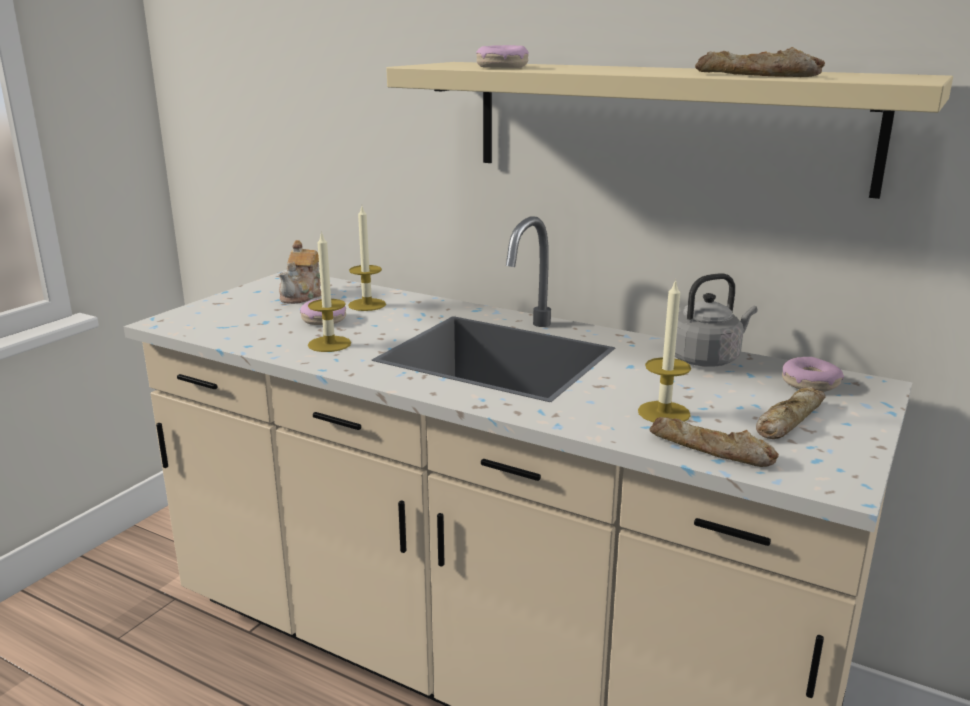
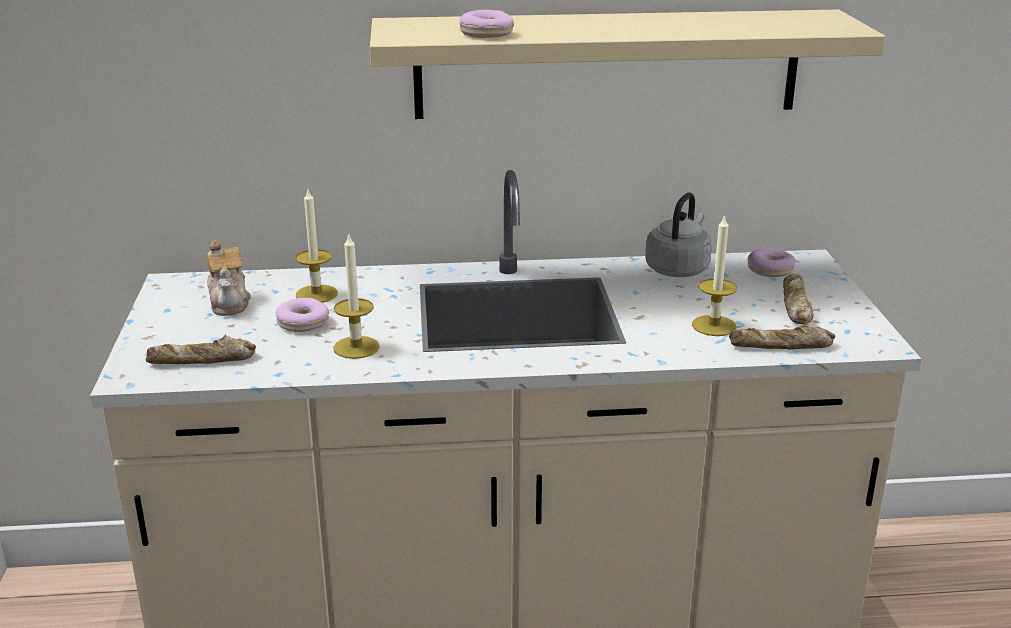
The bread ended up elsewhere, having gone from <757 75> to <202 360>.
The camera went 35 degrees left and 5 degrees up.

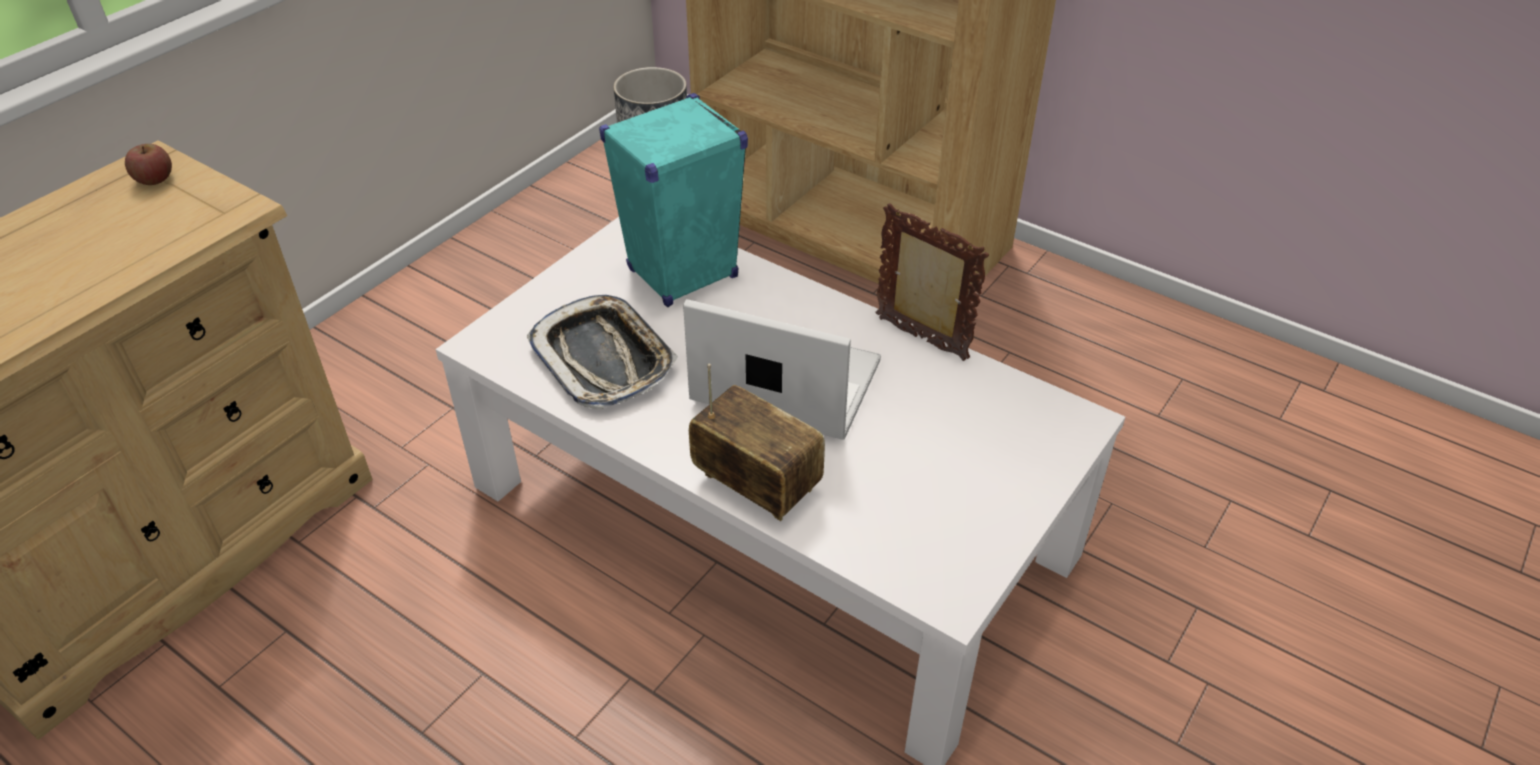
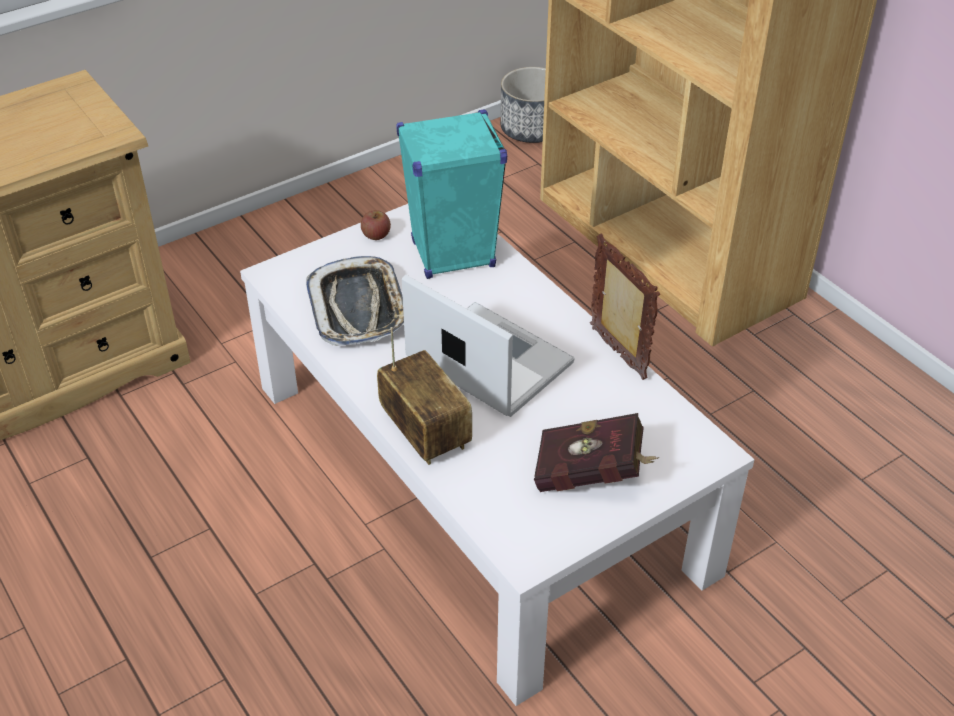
The apple ended up elsewhere, having gone from <155 179> to <376 235>.
The second view gained the red-coloured volume at <592 475>.
The camera went 20 degrees right and 0 degrees up.

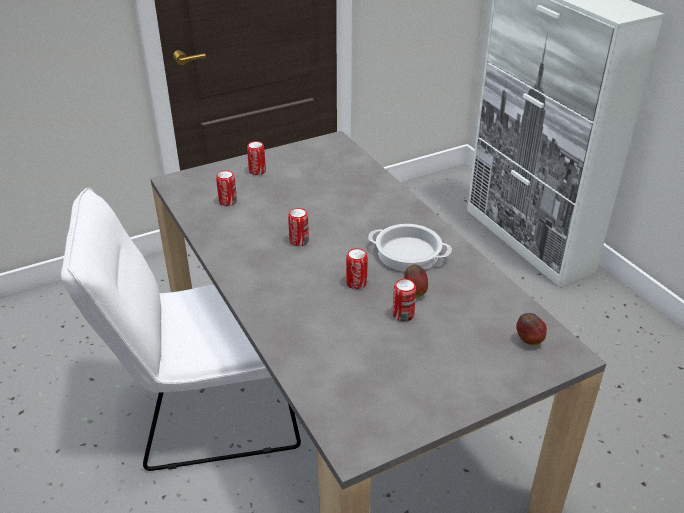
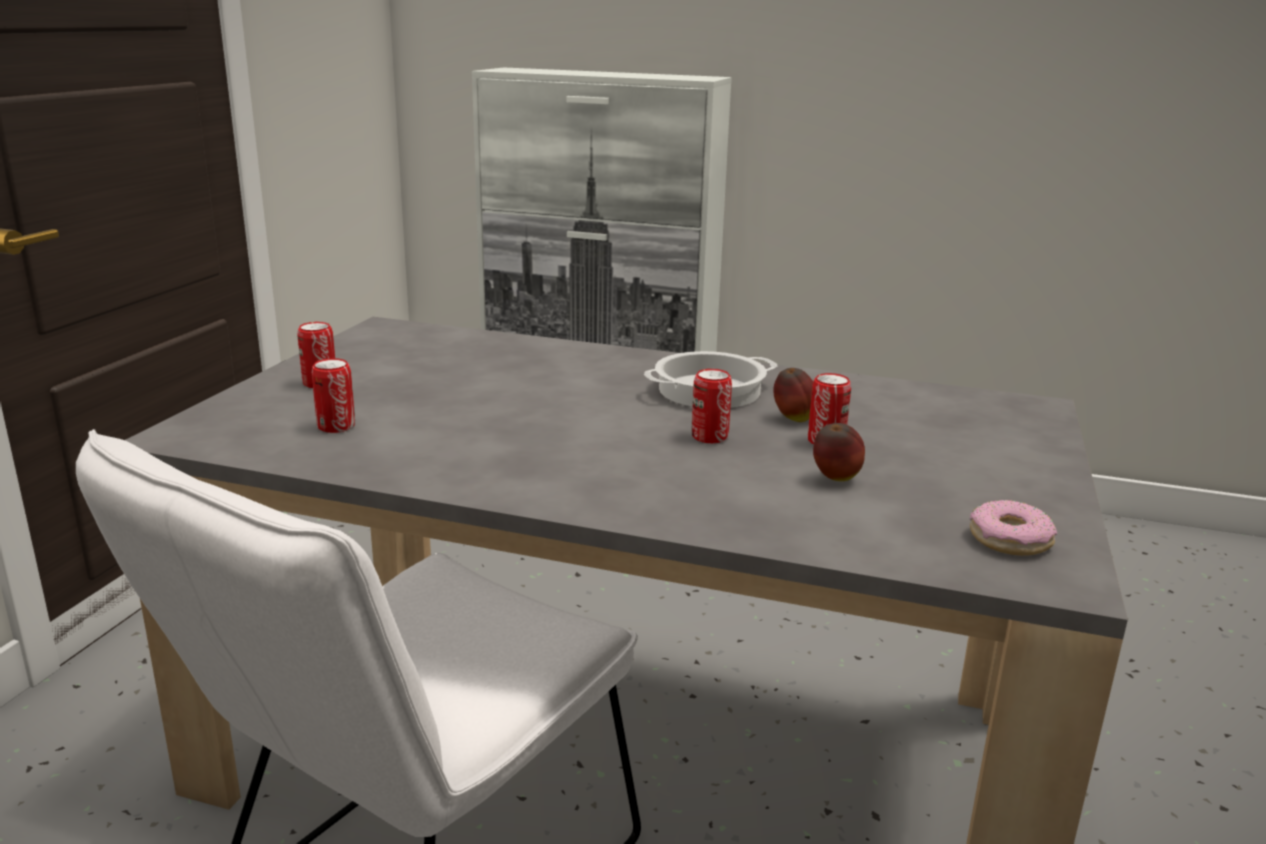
The apple ended up elsewhere, having gone from <529 341> to <835 480>.
The second view gained the donut at <1010 540>.
The second view lost the sealed can at <299 241>.
The camera went 45 degrees left and 15 degrees down.

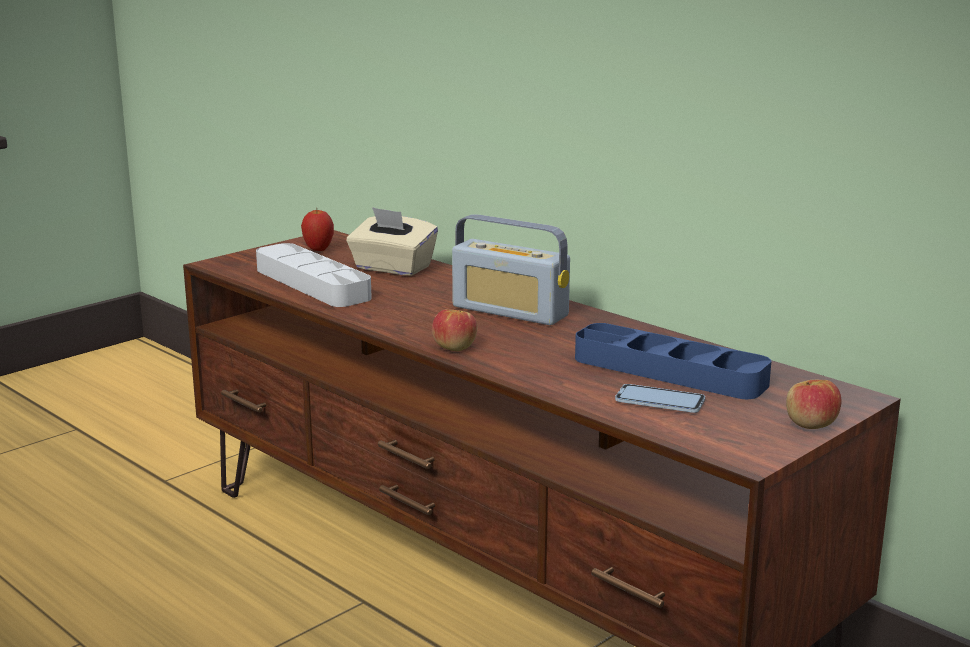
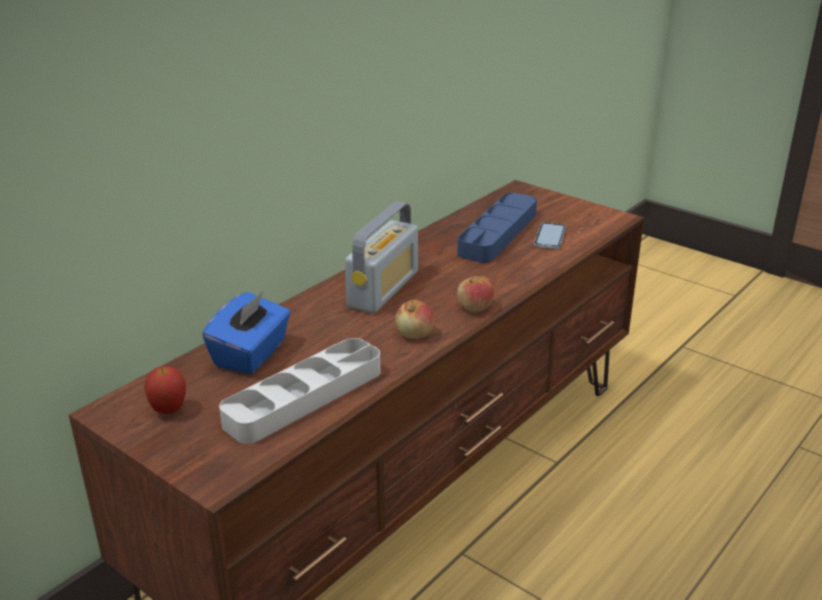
What was the beige tissue box at <392 268> turned into the blue-coloured tissue box at <251 354>.
The apple ended up elsewhere, having gone from <810 424> to <414 334>.
The camera went 95 degrees left and 10 degrees up.

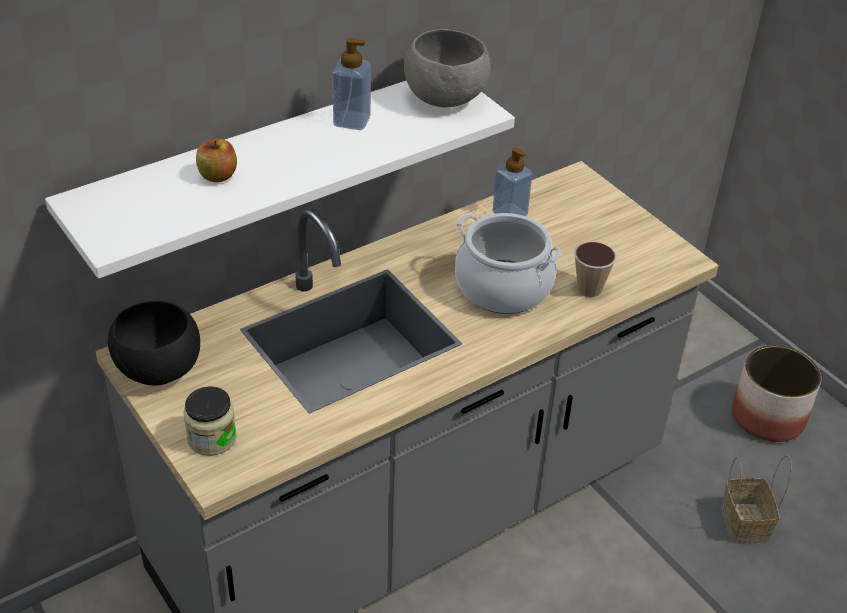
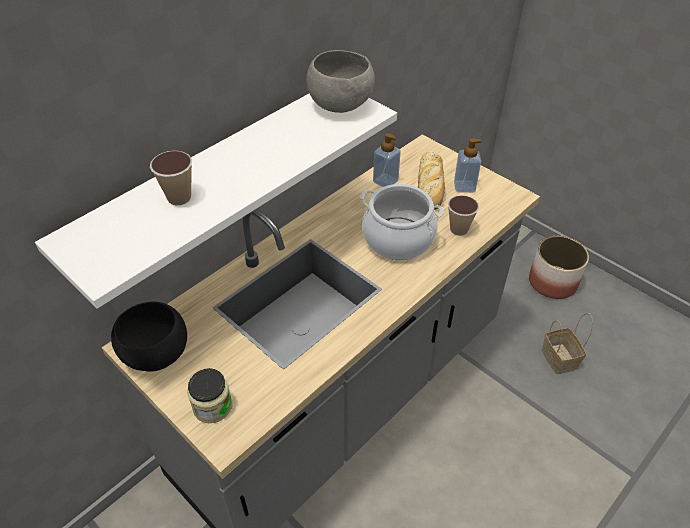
Where the apple stood at <218 176>, the drinking cup came to stand at <179 197>.
The second view gained the bread at <430 186>.
The liquid soap bottle ended up elsewhere, having gone from <352 121> to <464 186>.
The camera went 10 degrees left and 5 degrees up.

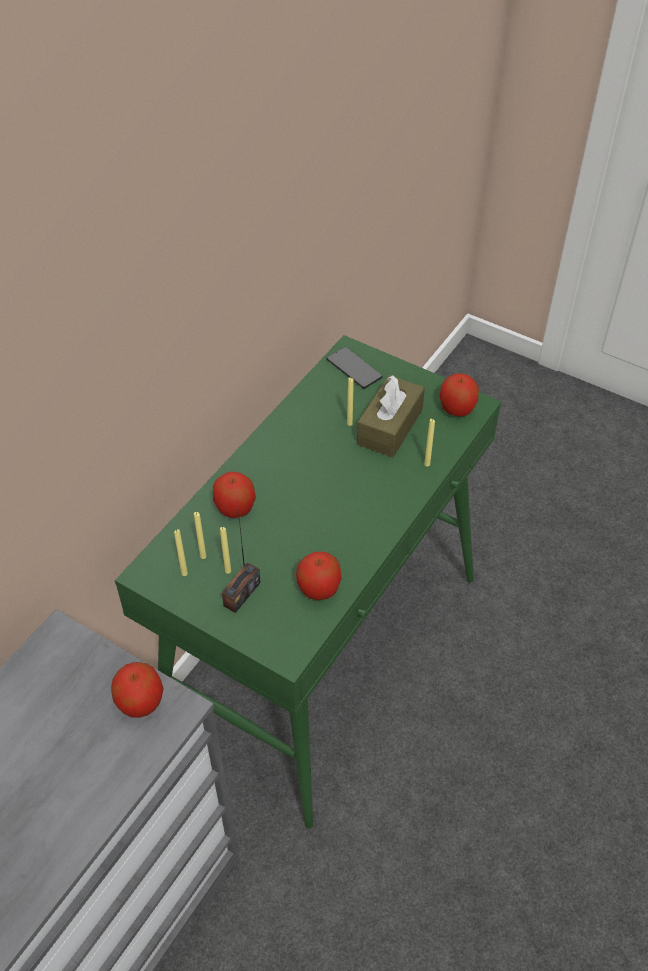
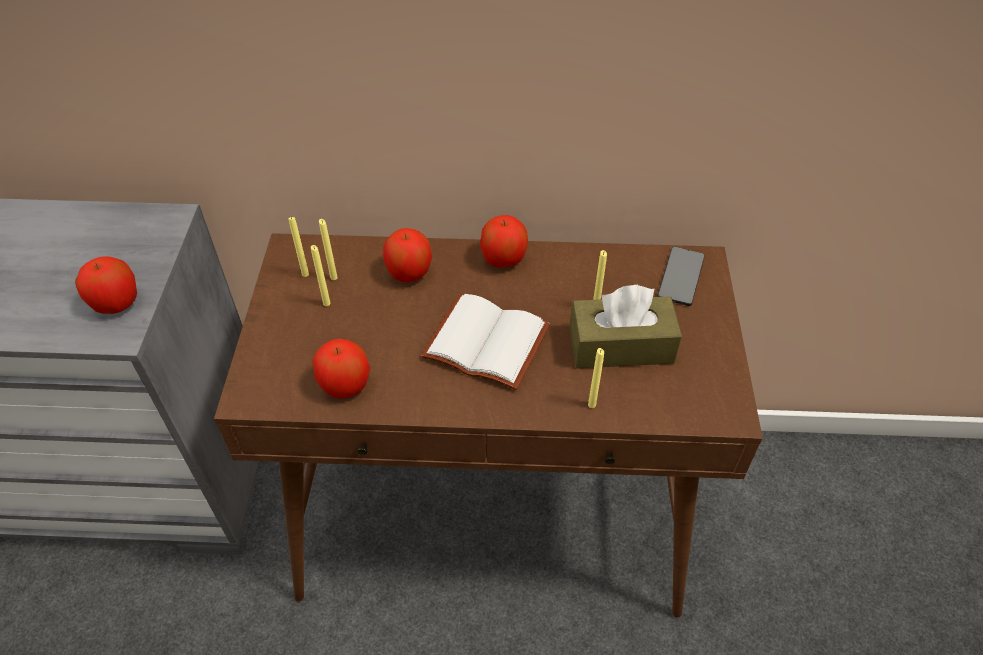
What was the greenish narrow table at <323 650> turned into the brownish narrow table at <493 513>.
The second view gained the white-coloured volume at <483 344>.
The apple ended up elsewhere, having gone from <457 409> to <503 259>.
The second view lost the radio receiver at <241 594>.
The camera went 60 degrees right and 0 degrees up.

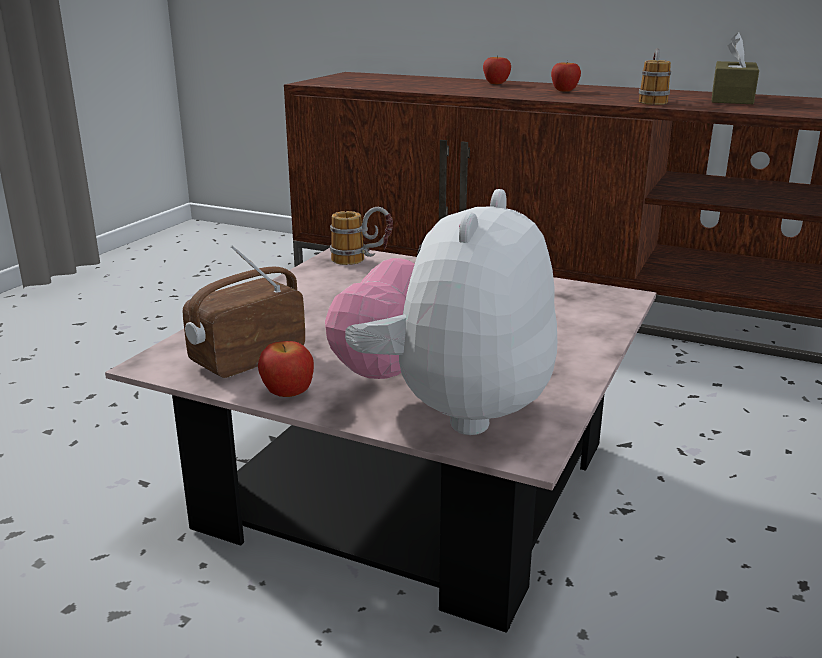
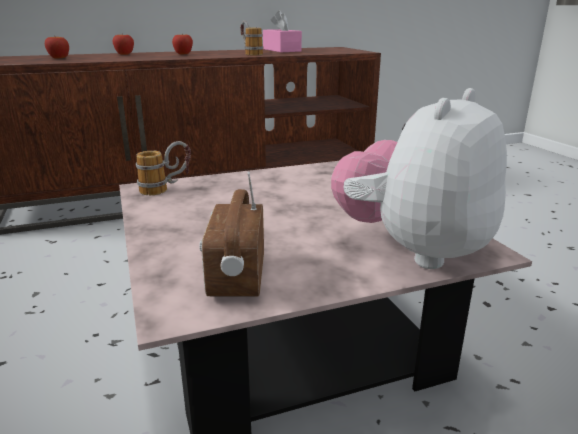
The apple ended up elsewhere, having gone from <287 392> to <59 58>.
What was the brownish tissue box at <732 98> turned into the pinkish tissue box at <281 50>.
The plush toy at <447 409> ended up facing another way, 60 degrees clockwise from before.
The camera went 45 degrees left and 0 degrees up.

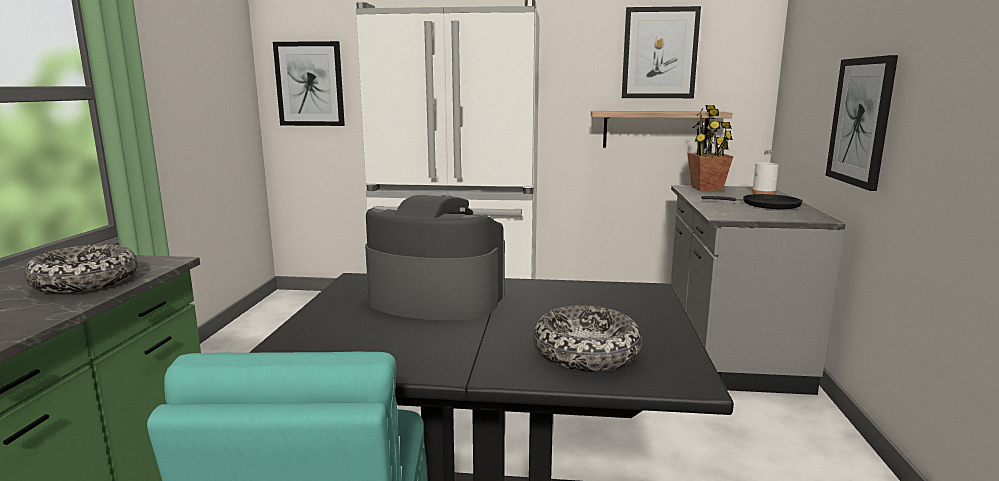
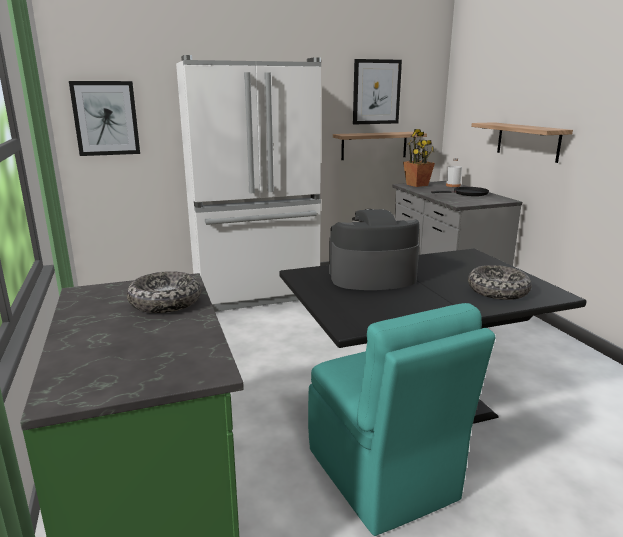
Where the wall art hung at <861 121>, the shelf came to hang at <527 141>.
The camera went 25 degrees left and 5 degrees up.

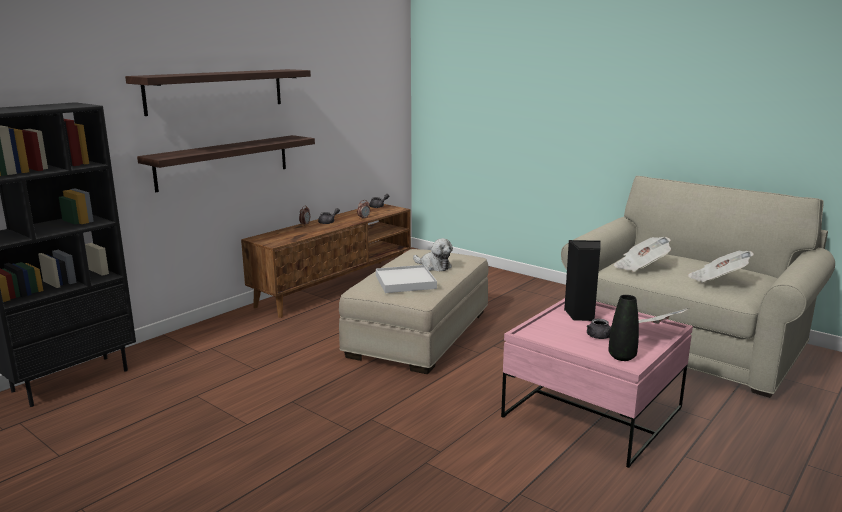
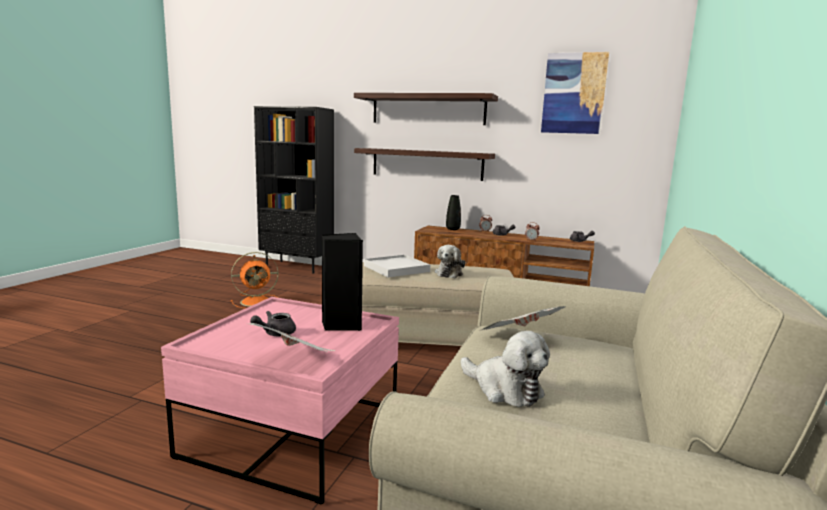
The second view gained the orangey cooling fan at <257 301>.
The black flower vase ended up elsewhere, having gone from <622 357> to <453 229>.
Where the newspaper stood at <717 280>, the plush toy came to stand at <504 389>.
The second view gained the wall art at <574 93>.
The camera went 70 degrees right and 5 degrees down.

